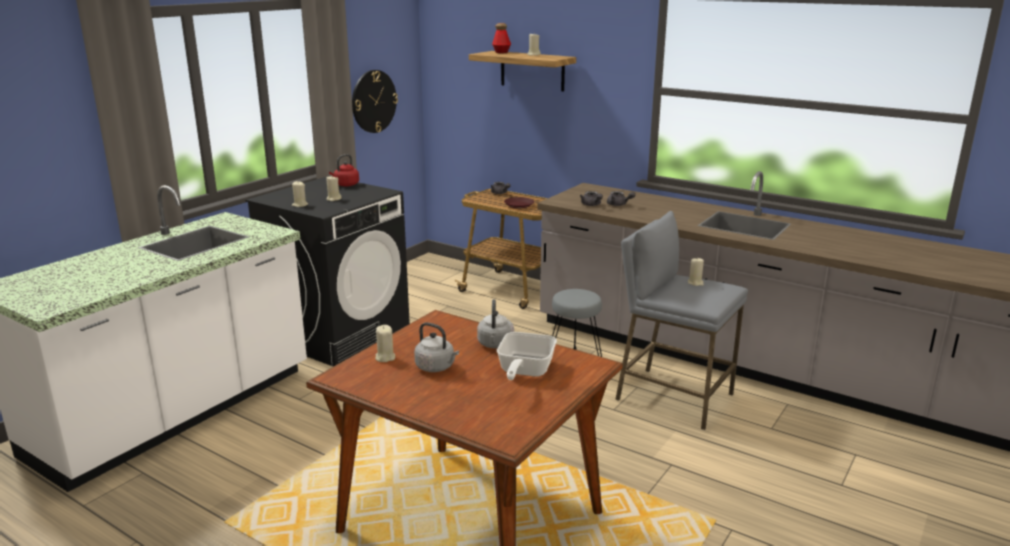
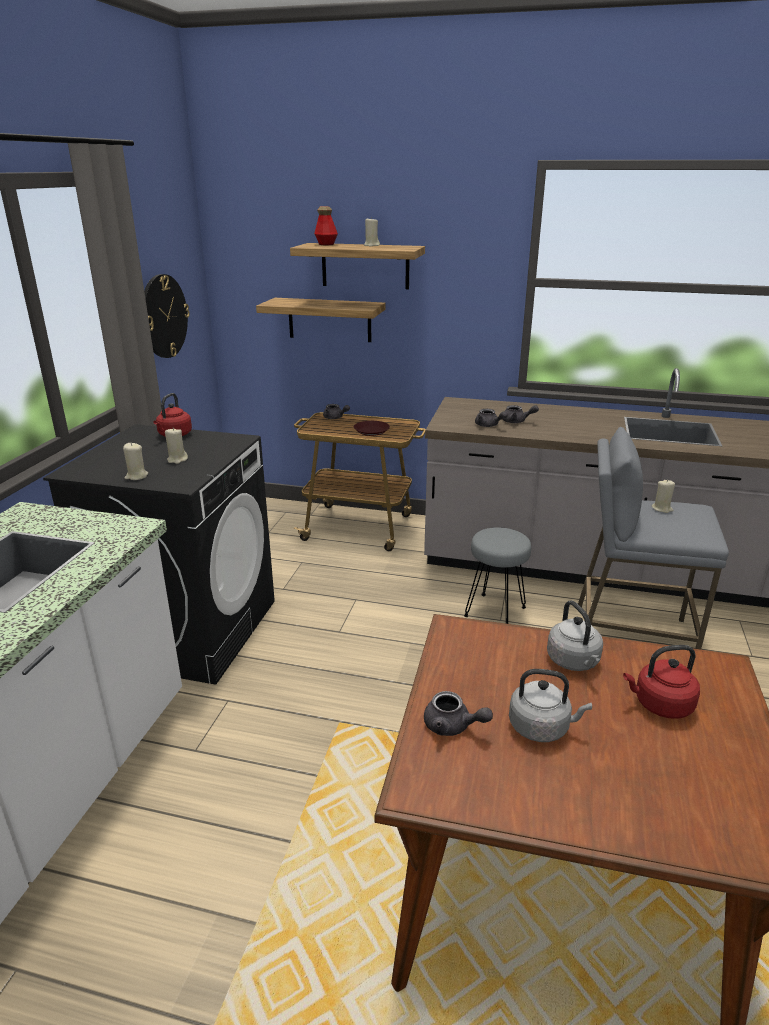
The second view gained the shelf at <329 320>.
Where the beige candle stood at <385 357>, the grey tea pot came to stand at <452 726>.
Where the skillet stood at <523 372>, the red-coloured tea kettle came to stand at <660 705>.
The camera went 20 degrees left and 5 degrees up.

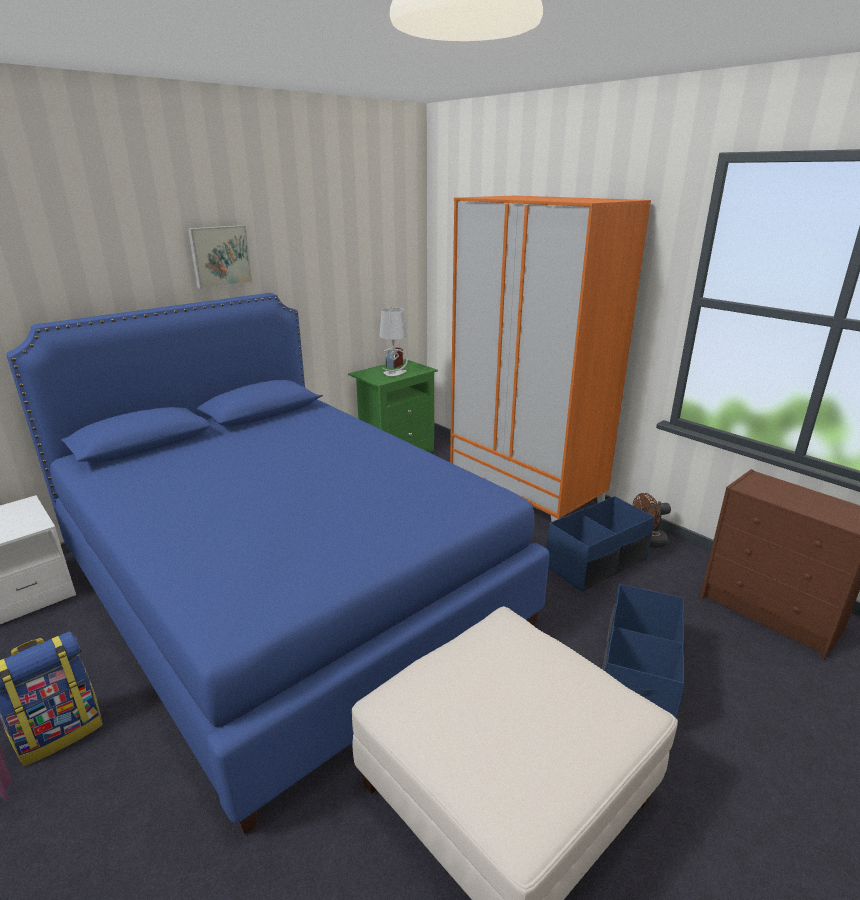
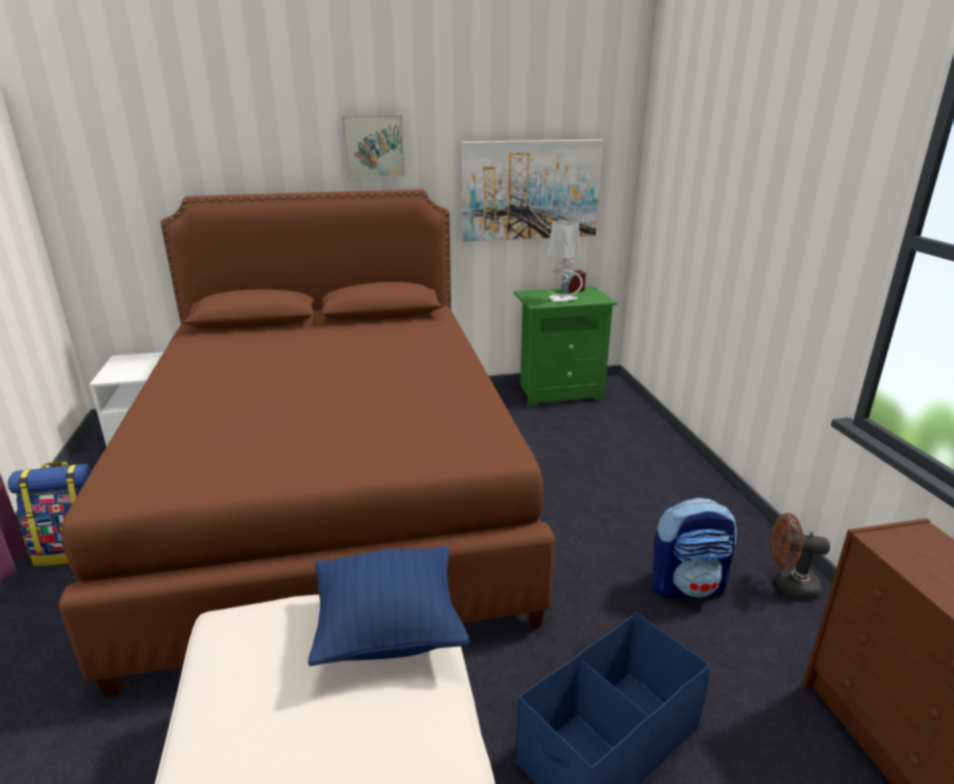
What was the blue-coloured bedroom bed at <285 588> turned into the brownish bedroom bed at <332 495>.
The second view gained the blue-coloured pillow at <388 630>.
The second view gained the wall art at <531 190>.
Where the blue-coloured storage box stood at <596 563>, the backpack came to stand at <688 586>.
The second view lost the orangey clothes cupboard at <526 495>.
The camera went 30 degrees right and 0 degrees up.

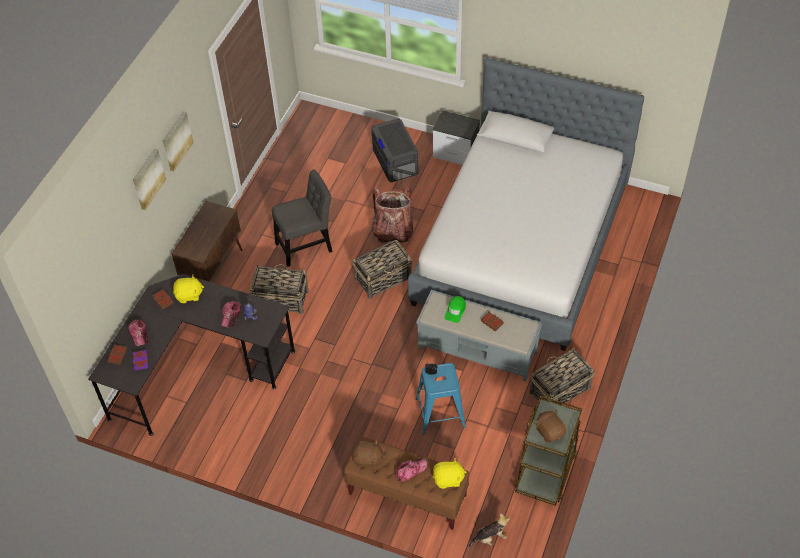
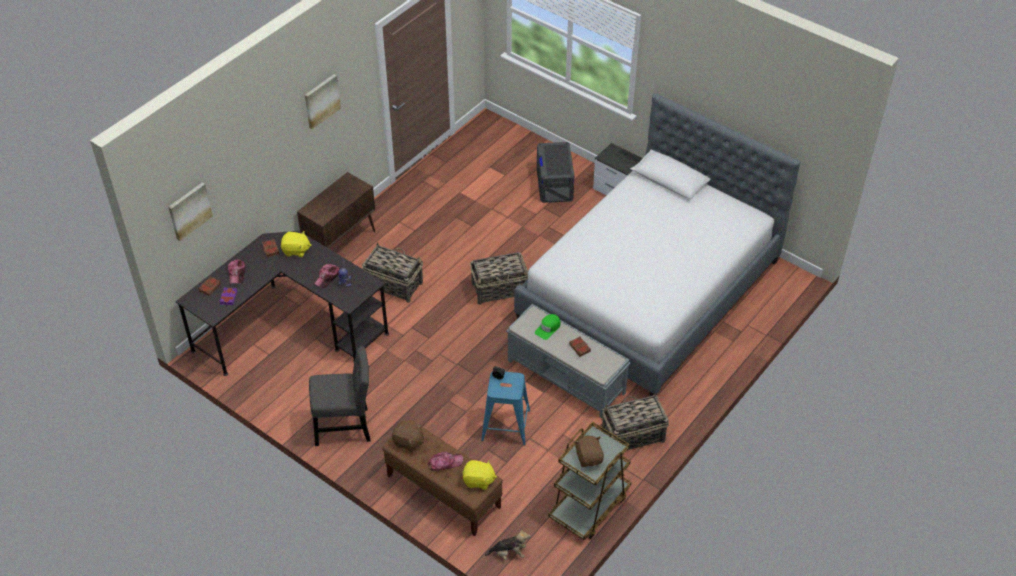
The wall art ended up elsewhere, having gone from <148 179> to <189 210>.
The grey chair ended up elsewhere, having gone from <306 246> to <345 427>.
The second view lost the backpack at <393 231>.
The camera went 15 degrees right and 5 degrees down.

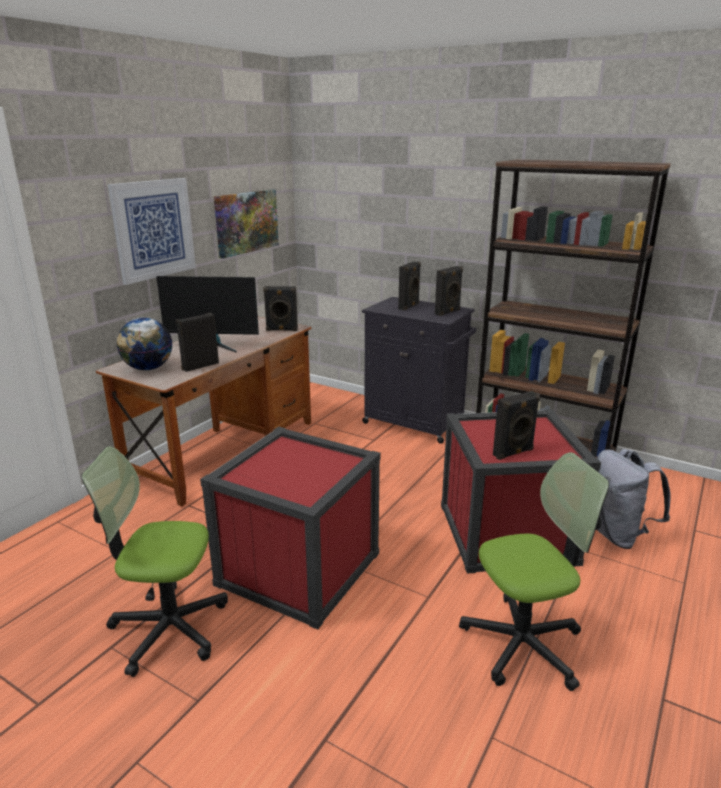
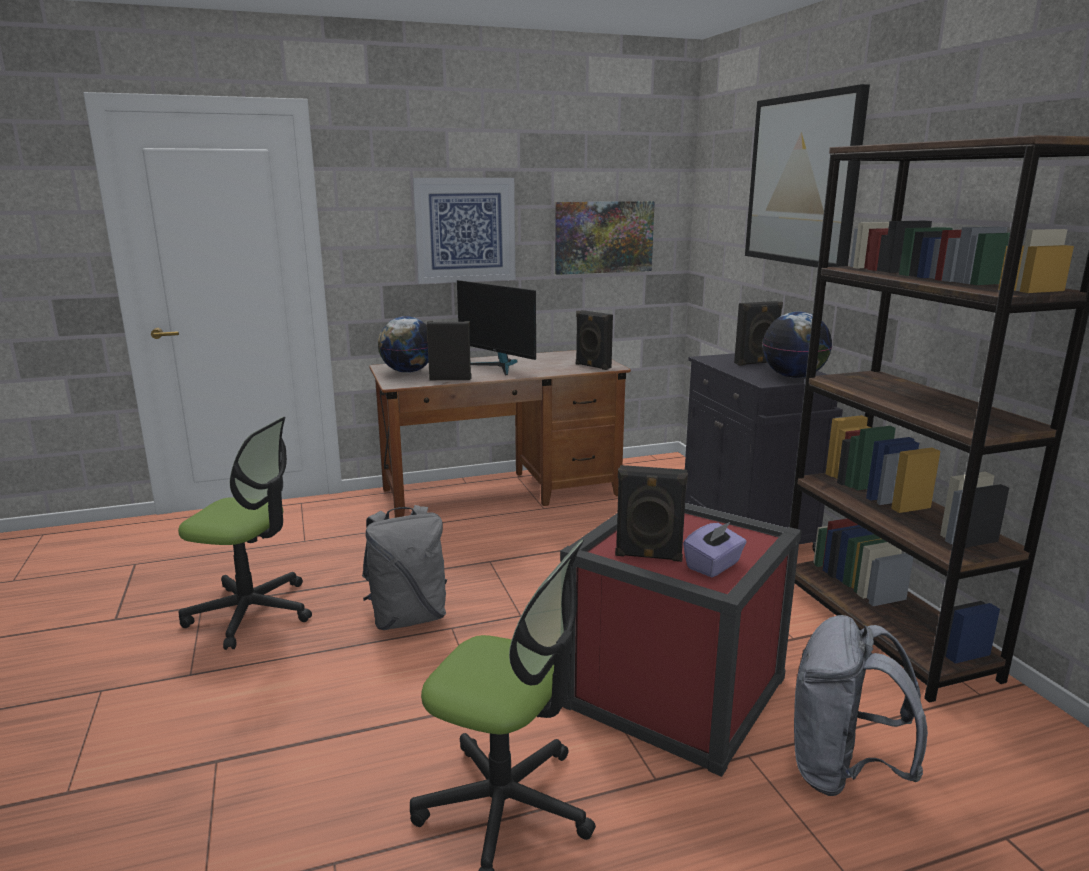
The office chair at <169 628> ended up facing another way, 150 degrees clockwise from before.
Where the red-coloured storage box stood at <298 568>, the grey backpack came to stand at <408 617>.
The second view gained the purple tissue box at <713 565>.
The second view gained the wall art at <803 180>.
Where the black loudspeaker stood at <448 312>, the globe came to stand at <793 376>.
The camera went 40 degrees right and 5 degrees down.

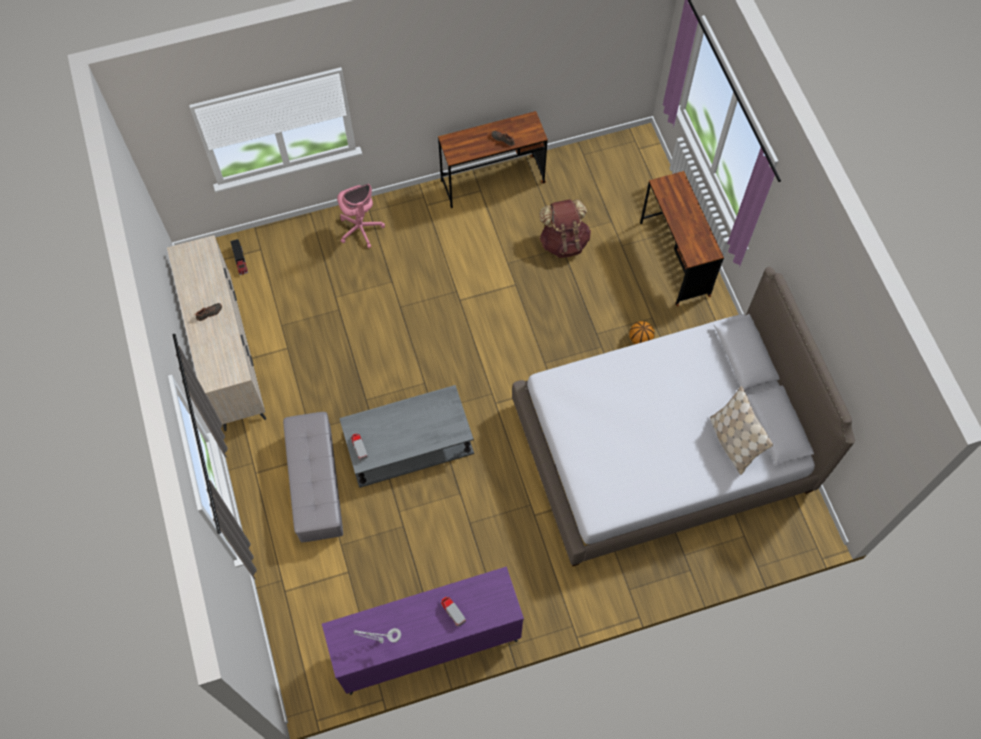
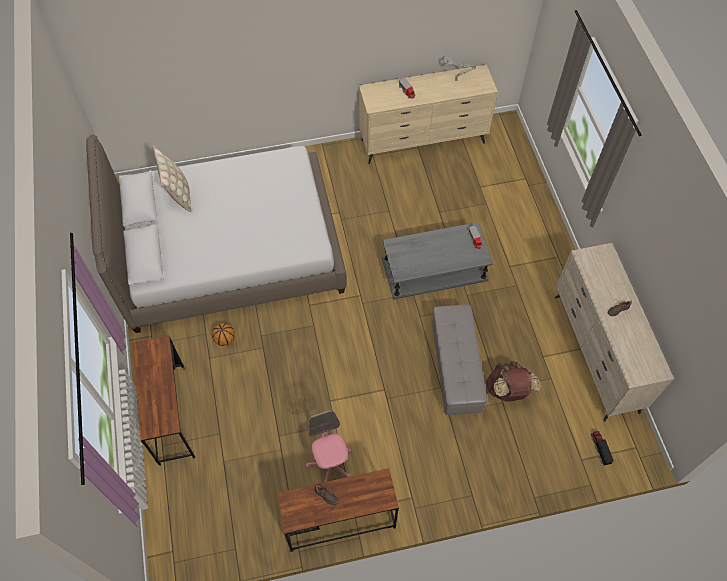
The pinkish office chair ended up elsewhere, having gone from <361 229> to <330 464>.
What was the purple chest of drawers at <427 645> turned into the beige chest of drawers at <423 142>.
The grey pouffe ended up elsewhere, having gone from <315 484> to <456 367>.
The brownish backpack ended up elsewhere, having gone from <563 241> to <508 390>.
The camera went 175 degrees left and 5 degrees down.

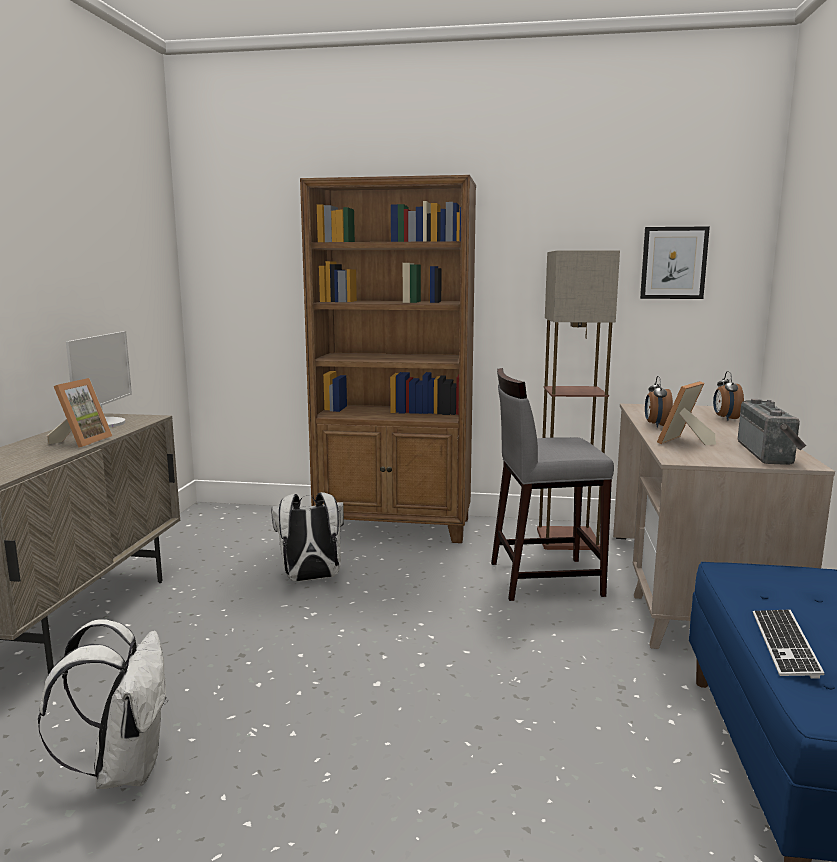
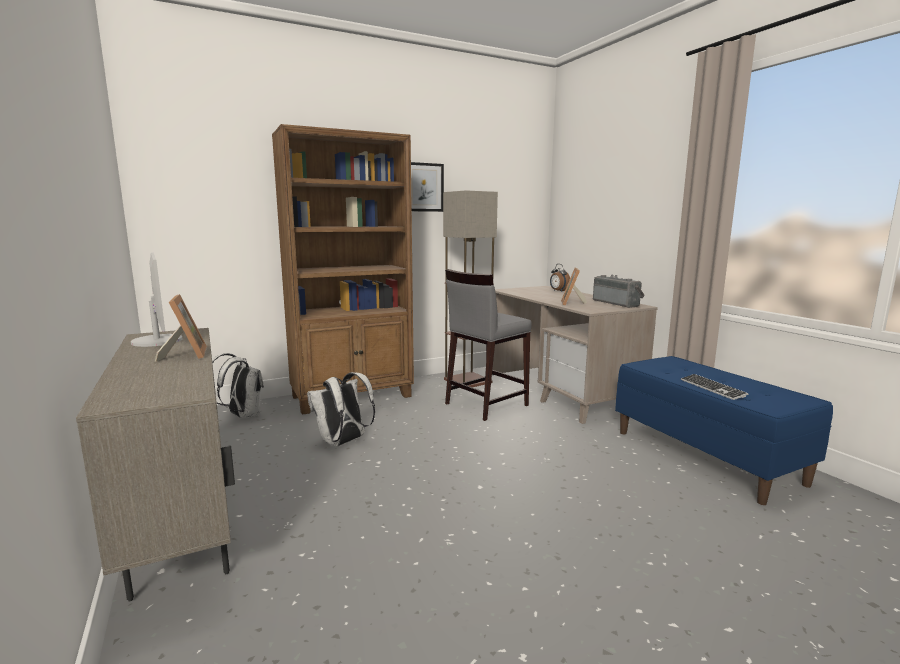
The white-coloured backpack ended up elsewhere, having gone from <124 768> to <242 415>.
The wall art ended up elsewhere, having gone from <673 263> to <424 187>.
The second view lost the alarm clock at <656 425>.
The camera went 35 degrees left and 0 degrees up.

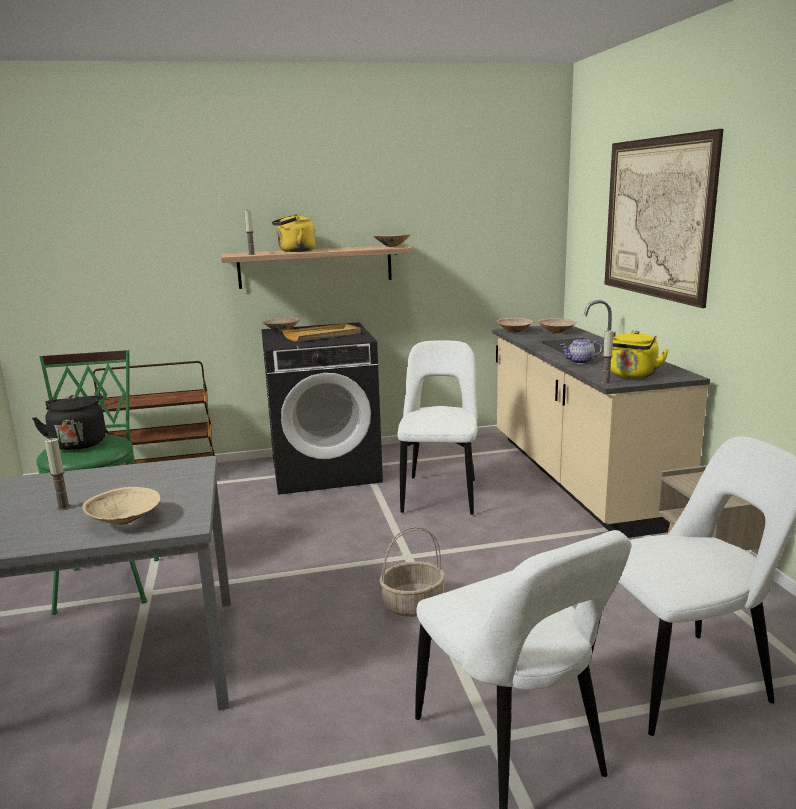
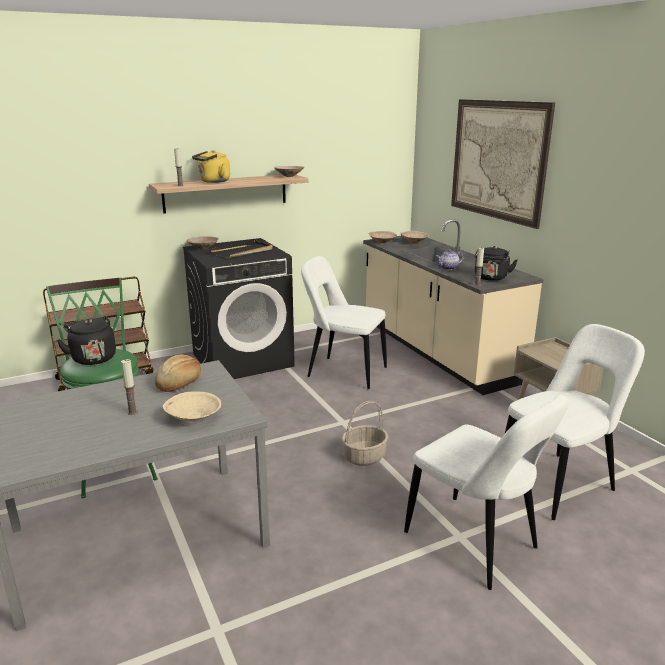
The second view gained the bread at <180 383>.
What was the beige tray at <323 335> turned into the black tray at <242 252>.
The white-coloured chair at <440 493> ended up facing another way, 60 degrees counterclockwise from before.
What was the yellow-coloured tea kettle at <631 375> turned into the black tea kettle at <491 278>.
The camera went 15 degrees left and 5 degrees up.

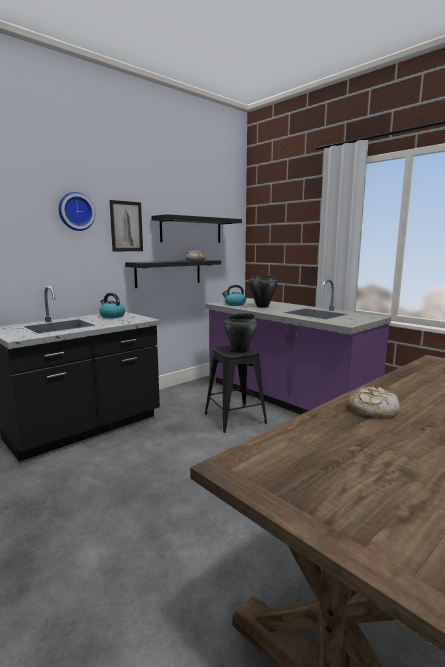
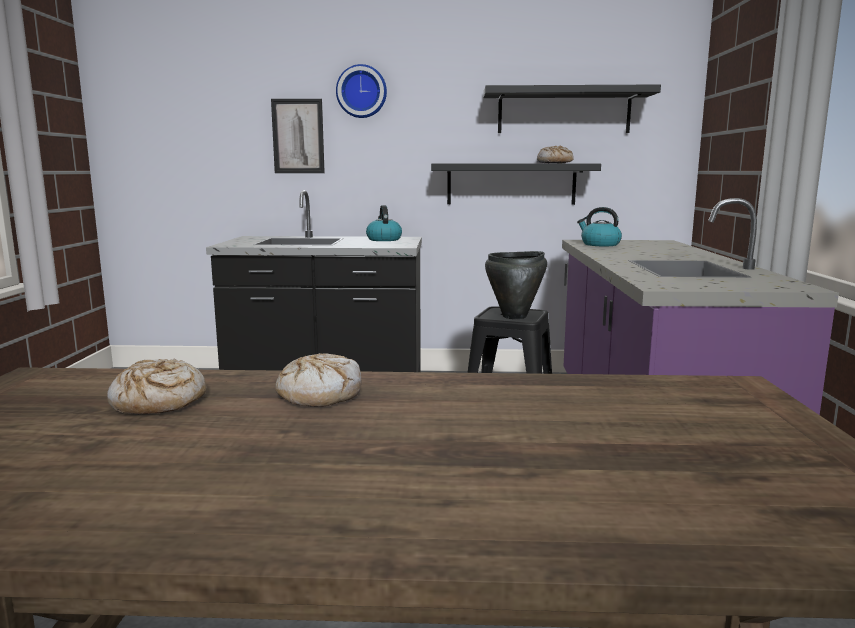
The second view gained the bread at <159 402>.
The wall art ended up elsewhere, having gone from <126 226> to <298 136>.
The second view lost the black cooking pot at <262 306>.
The camera went 45 degrees right and 0 degrees up.

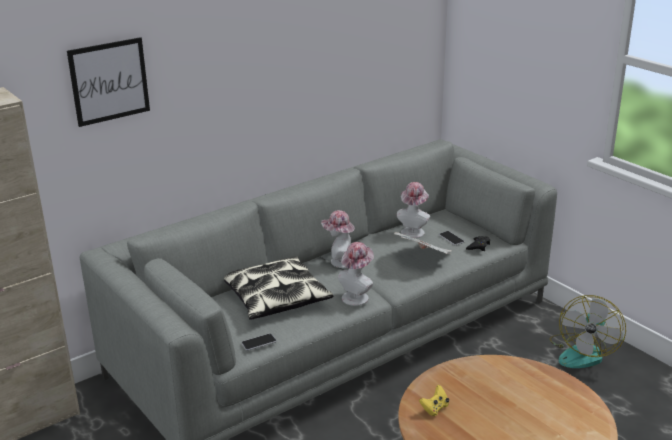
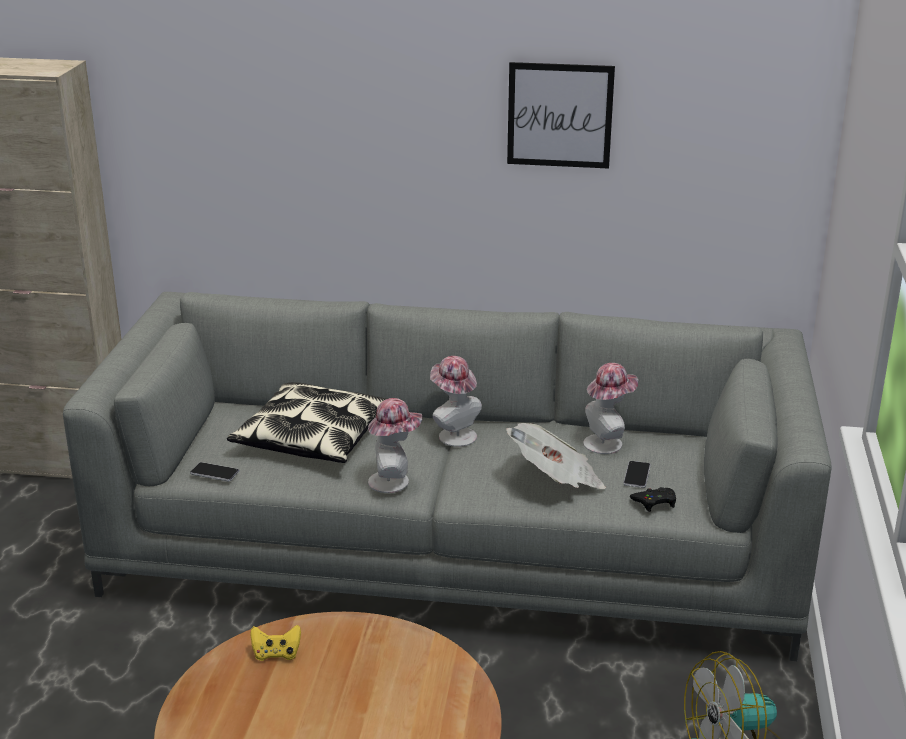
The wall art ended up elsewhere, having gone from <109 81> to <560 115>.
The camera went 45 degrees right and 0 degrees up.

